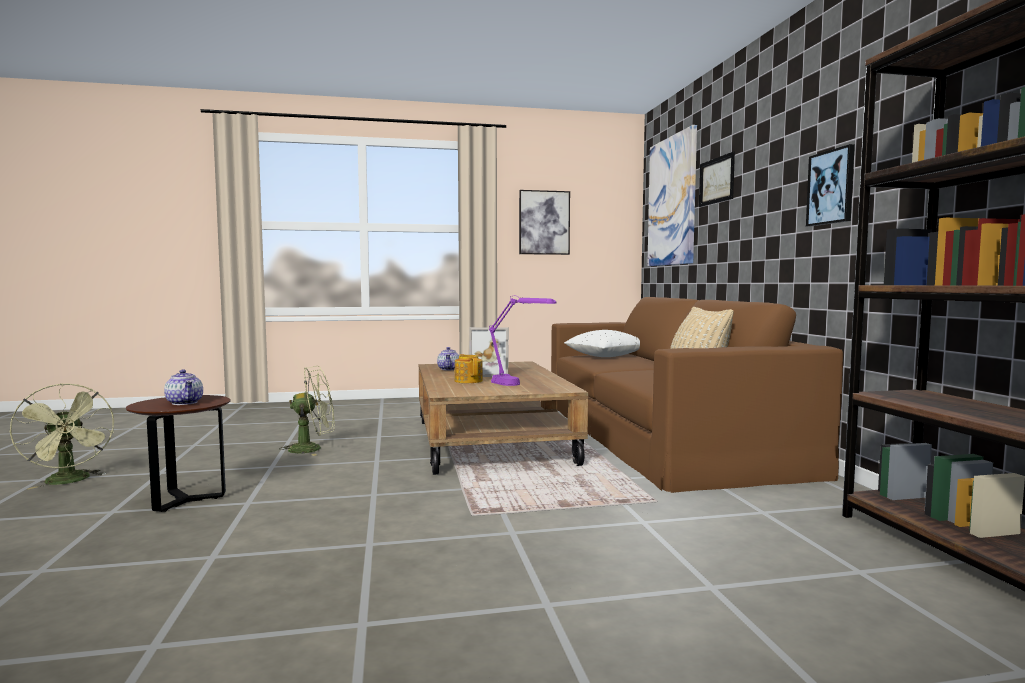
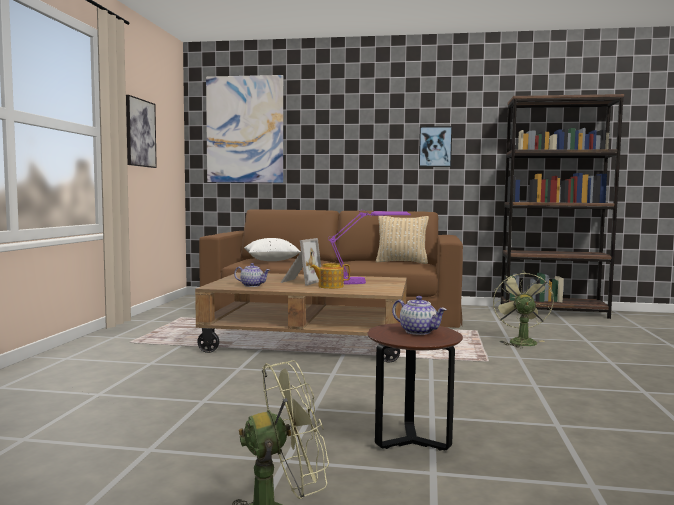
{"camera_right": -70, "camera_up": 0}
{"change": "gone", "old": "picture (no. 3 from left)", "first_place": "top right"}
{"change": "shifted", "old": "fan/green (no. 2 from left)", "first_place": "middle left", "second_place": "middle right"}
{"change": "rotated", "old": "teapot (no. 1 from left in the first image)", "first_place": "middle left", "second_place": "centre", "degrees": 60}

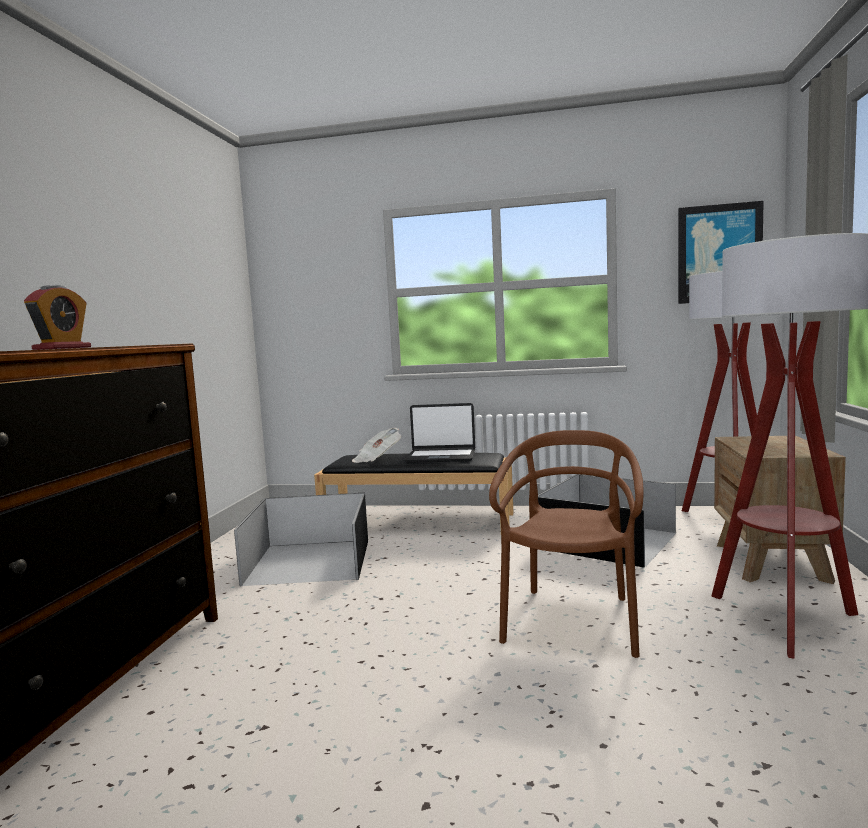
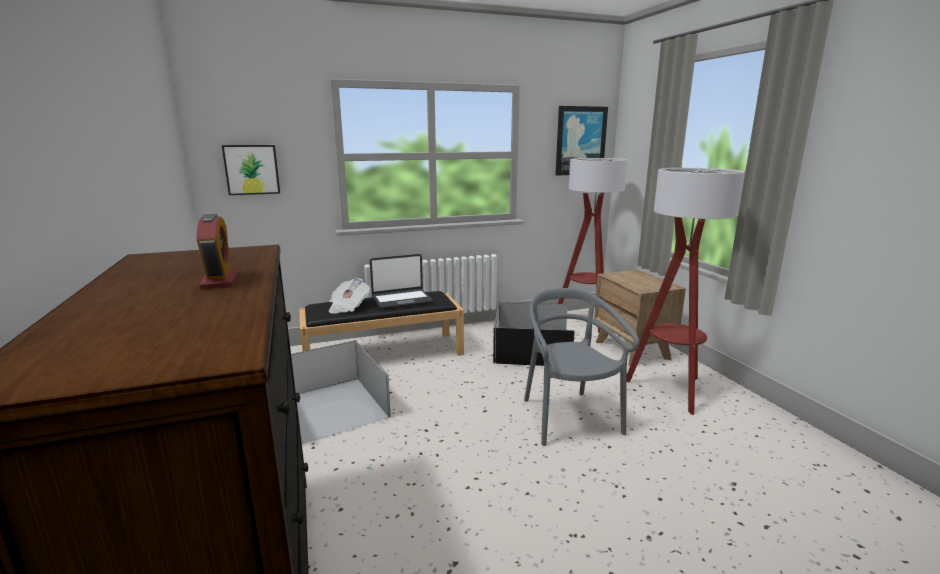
{"camera_right": -30, "camera_up": 10}
{"change": "repainted", "old": "chair/brown", "new": "chair/grey", "first_place": "centre", "second_place": "centre"}
{"change": "new", "new": "picture (no. 1 from left)", "second_place": "top left"}

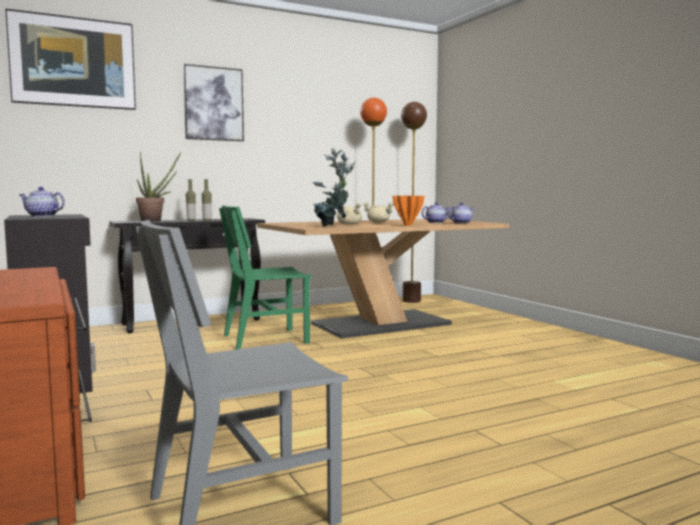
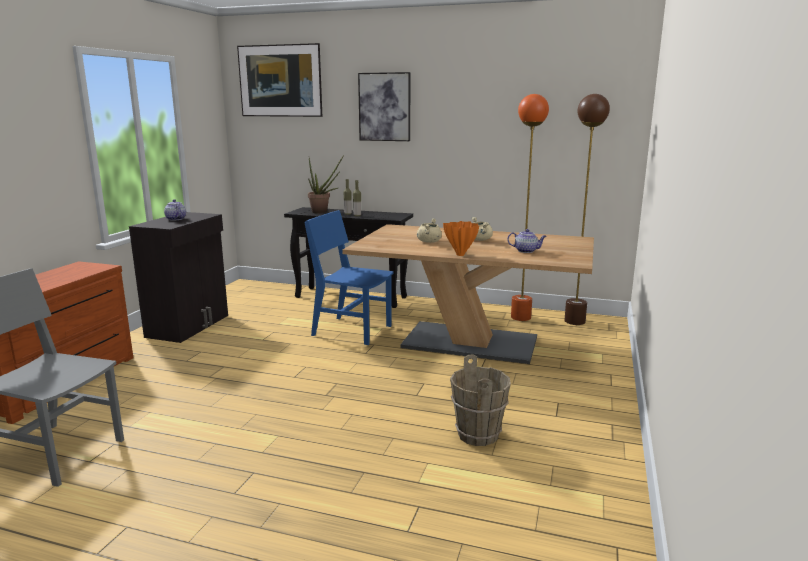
{"camera_right": 45, "camera_up": 10}
{"change": "gone", "old": "potted plant (no. 2 from left)", "first_place": "centre"}
{"change": "gone", "old": "teapot (no. 3 from left)", "first_place": "centre"}
{"change": "repainted", "old": "chair/green", "new": "chair/blue", "first_place": "centre", "second_place": "centre"}
{"change": "new", "new": "bucket/brown", "second_place": "bottom centre"}

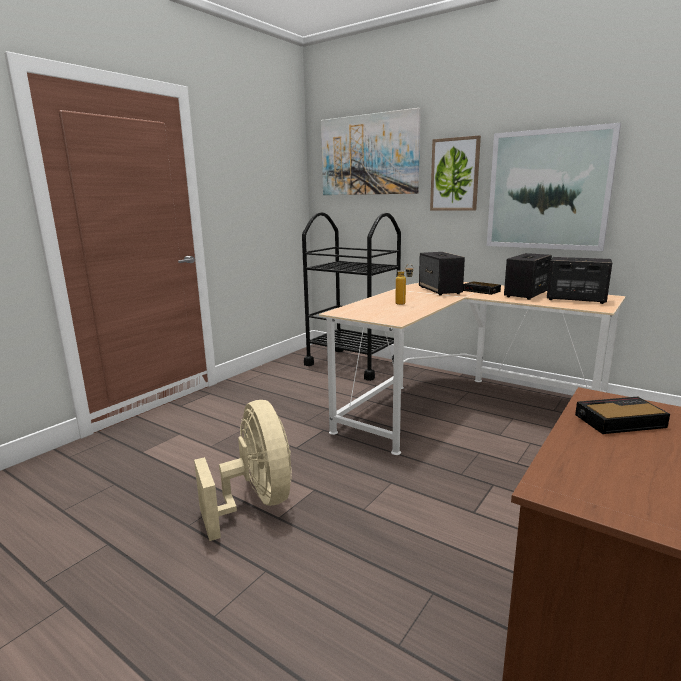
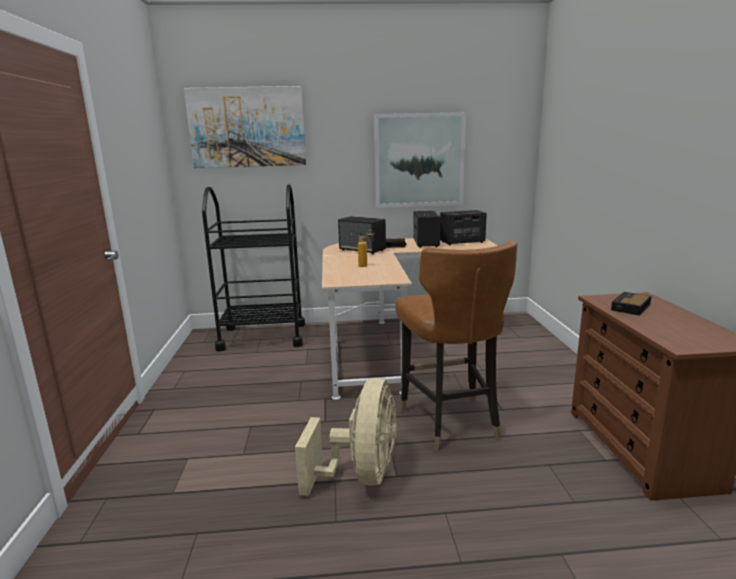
{"camera_right": -40, "camera_up": 0}
{"change": "gone", "old": "picture (no. 2 from left)", "first_place": "top right"}
{"change": "rotated", "old": "fan/beige", "first_place": "bottom centre", "second_place": "bottom centre", "degrees": 75}
{"change": "new", "new": "chair/brown", "second_place": "centre"}

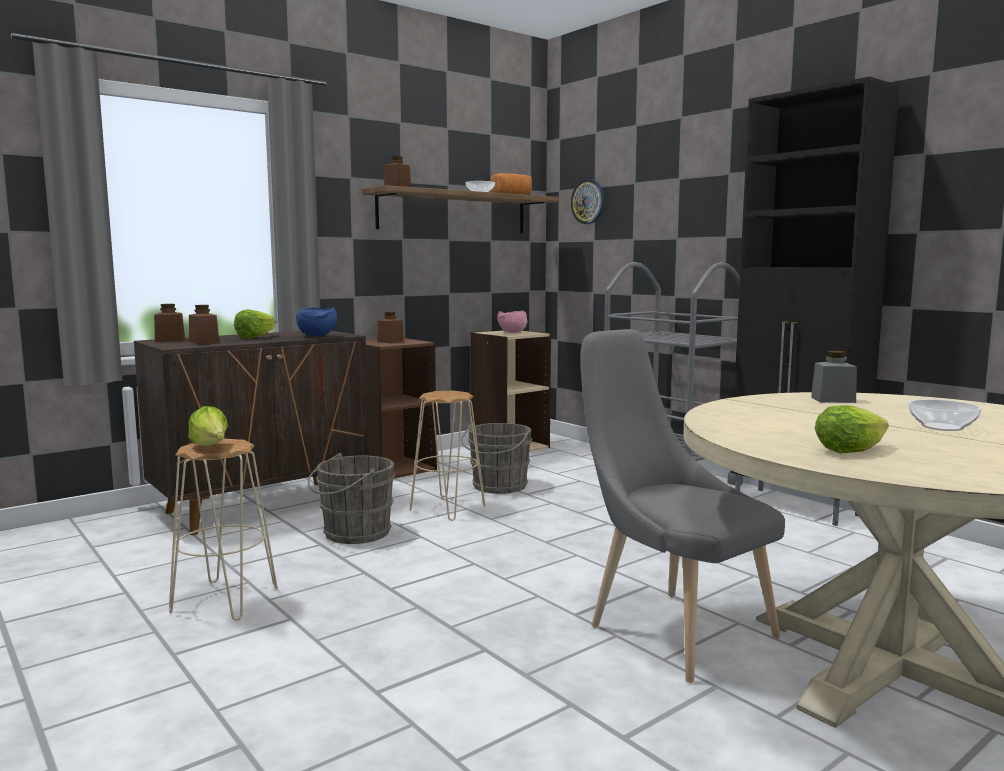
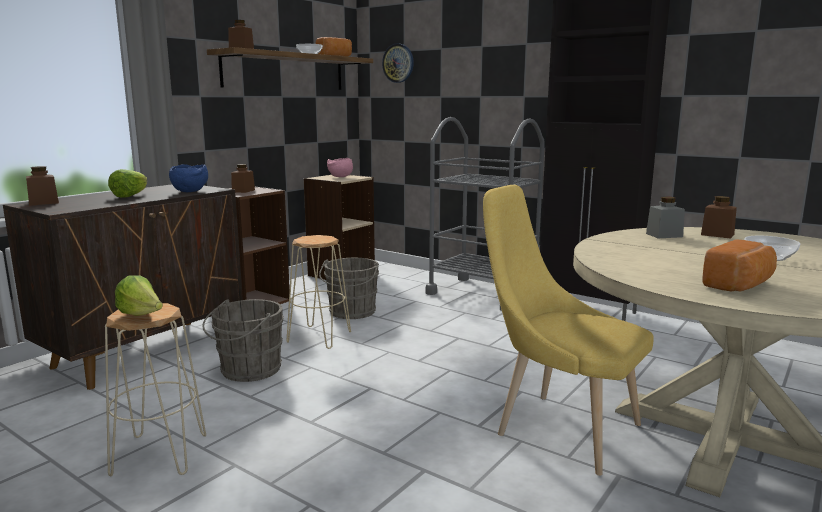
{"camera_right": -15, "camera_up": 5}
{"change": "shifted", "old": "jar/brown (no. 2 from left in the first image)", "new": "jar/brown (no. 4 from left)", "first_place": "middle left", "second_place": "middle right"}
{"change": "repainted", "old": "chair/grey", "new": "chair/yellow", "first_place": "middle right", "second_place": "middle right"}
{"change": "swapped", "old": "lettuce (no. 3 from left)", "new": "bread (no. 2 from left)", "first_place": "middle right", "second_place": "middle right"}

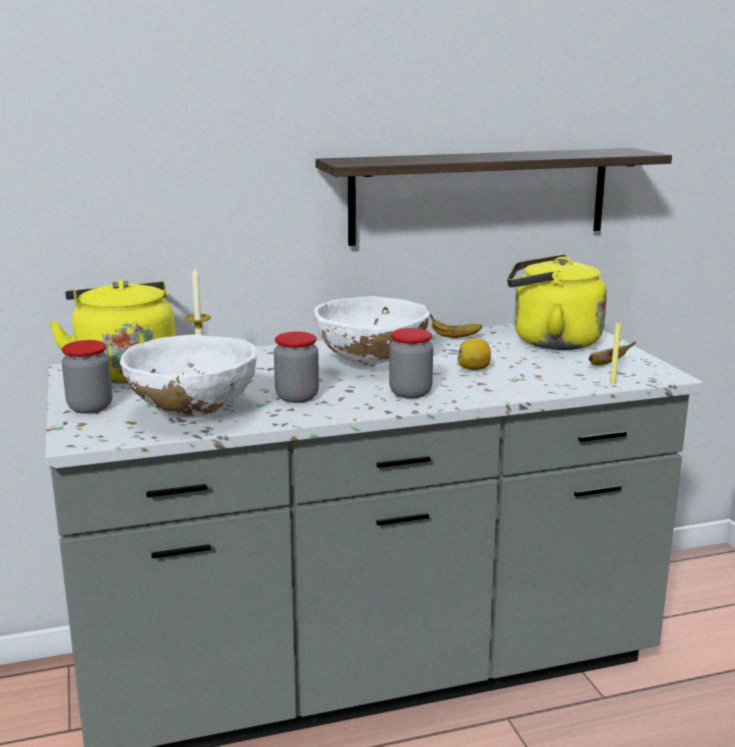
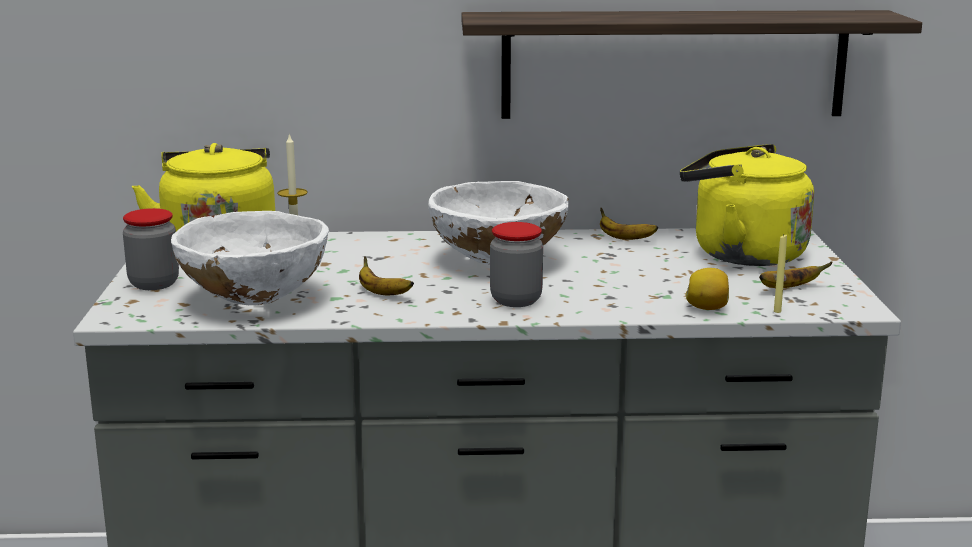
{"camera_right": 15, "camera_up": 0}
{"change": "swapped", "old": "jar (no. 2 from left)", "new": "banana (no. 1 from left)", "first_place": "centre", "second_place": "centre"}
{"change": "shifted", "old": "lemon", "first_place": "centre", "second_place": "middle right"}

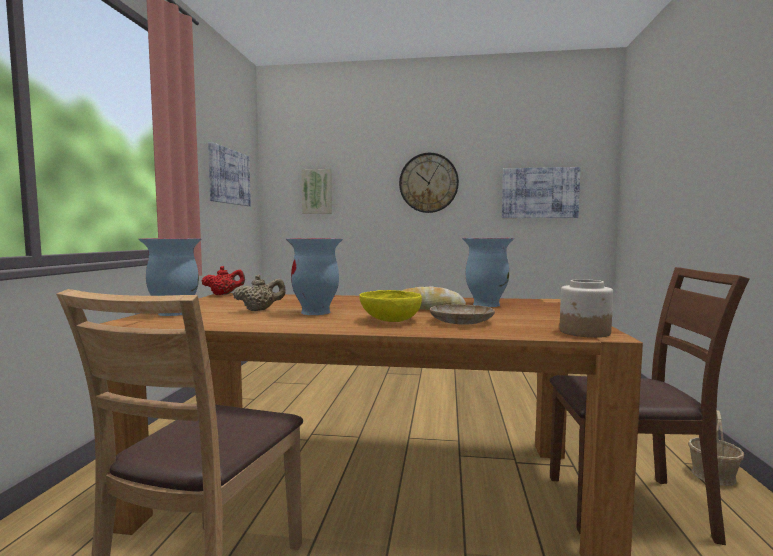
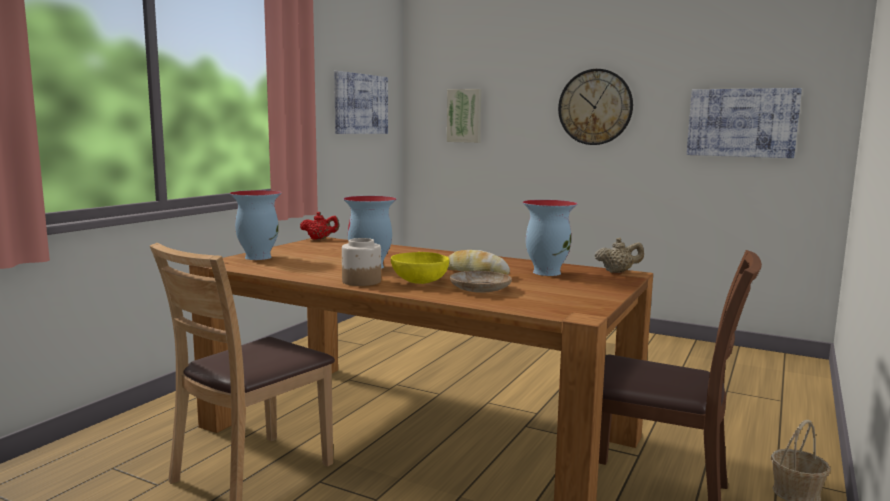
{"camera_right": 20, "camera_up": 5}
{"change": "shifted", "old": "teapot/beige", "first_place": "centre", "second_place": "middle right"}
{"change": "shifted", "old": "jar", "first_place": "middle right", "second_place": "centre"}

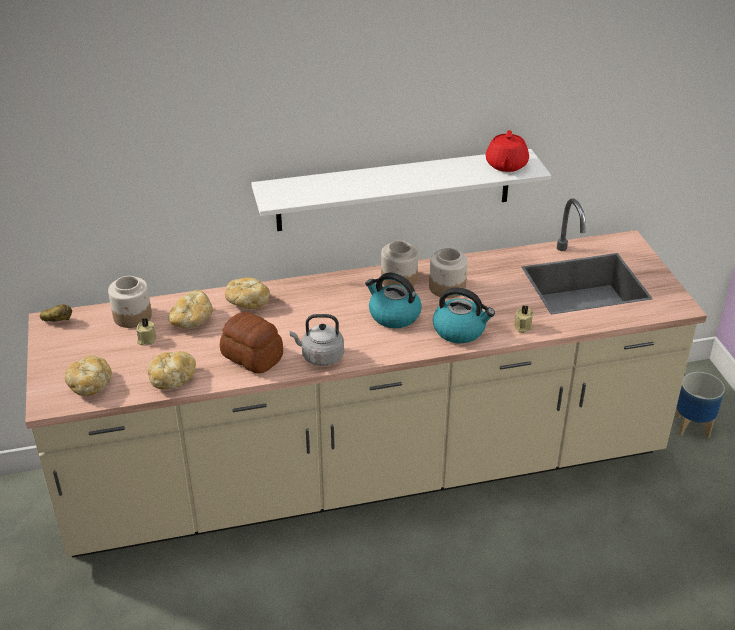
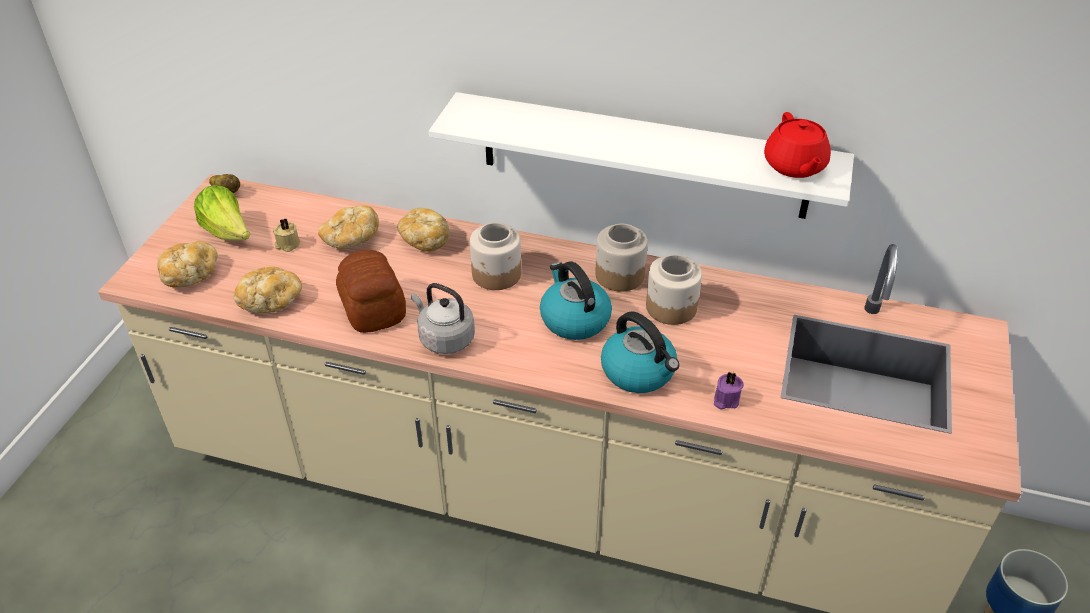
{"camera_right": 30, "camera_up": 5}
{"change": "rotated", "old": "teapot/red", "first_place": "top right", "second_place": "top right", "degrees": -45}
{"change": "shifted", "old": "jar (no. 1 from left)", "first_place": "middle left", "second_place": "centre"}
{"change": "repainted", "old": "candle/beige (no. 2 from left)", "new": "candle/purple", "first_place": "middle right", "second_place": "middle right"}
{"change": "new", "new": "lettuce", "second_place": "middle left"}

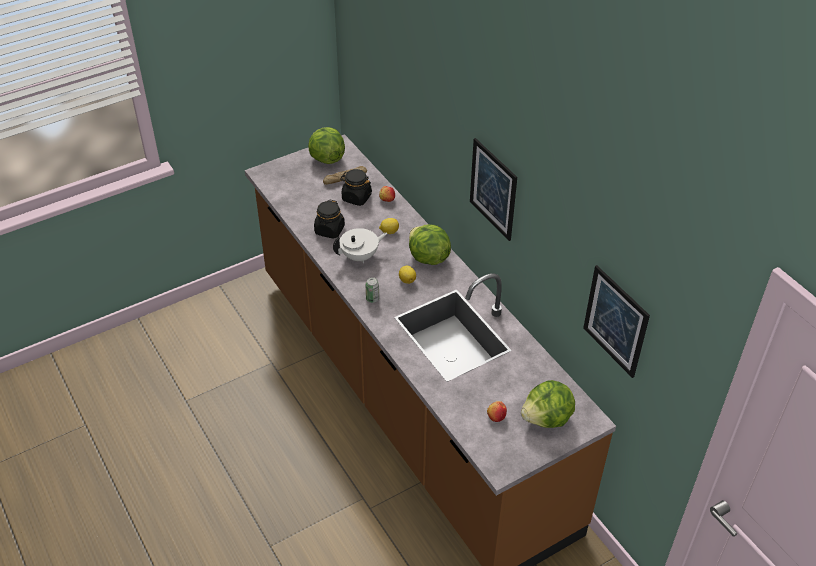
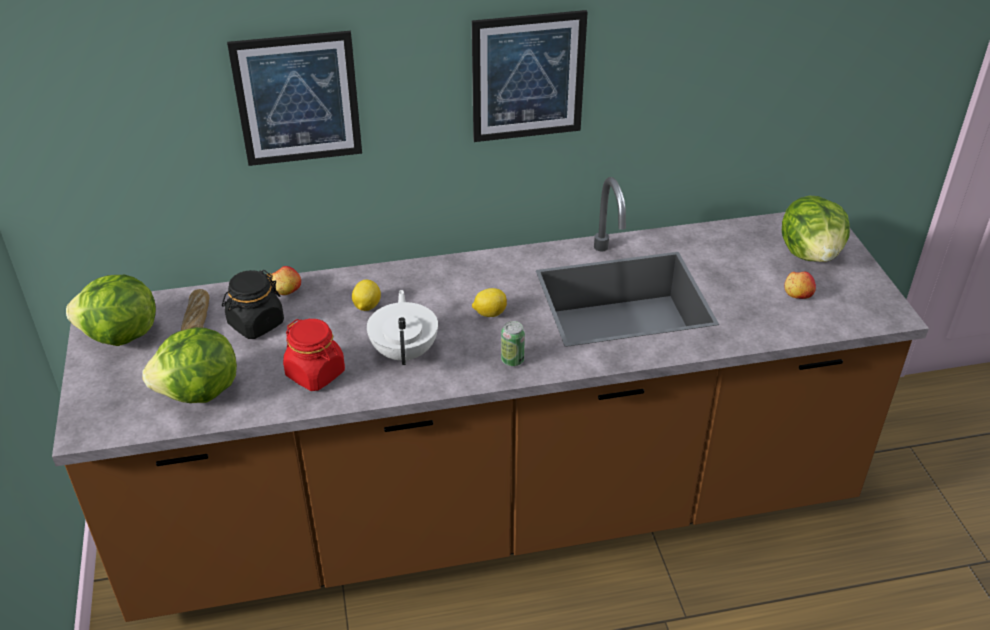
{"camera_right": -70, "camera_up": -5}
{"change": "repainted", "old": "jar/black (no. 1 from left)", "new": "jar/red", "first_place": "centre", "second_place": "middle left"}
{"change": "shifted", "old": "lettuce (no. 2 from left)", "first_place": "centre", "second_place": "middle left"}
{"change": "shifted", "old": "picture (no. 2 from left in the first image)", "new": "picture (no. 1 from left)", "first_place": "middle right", "second_place": "top left"}

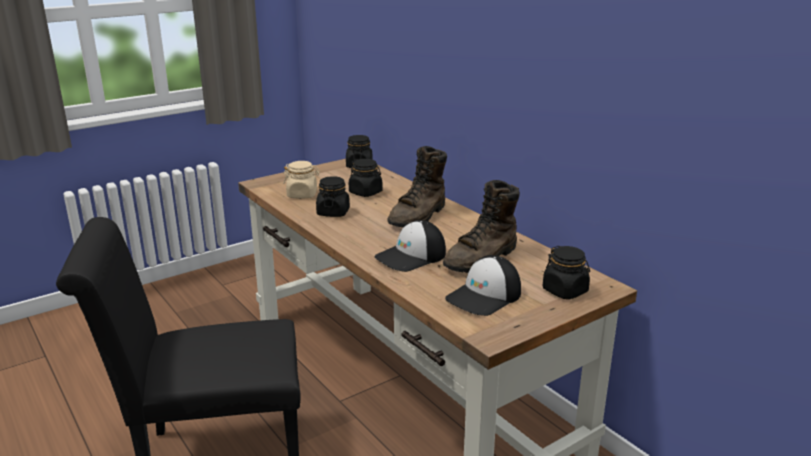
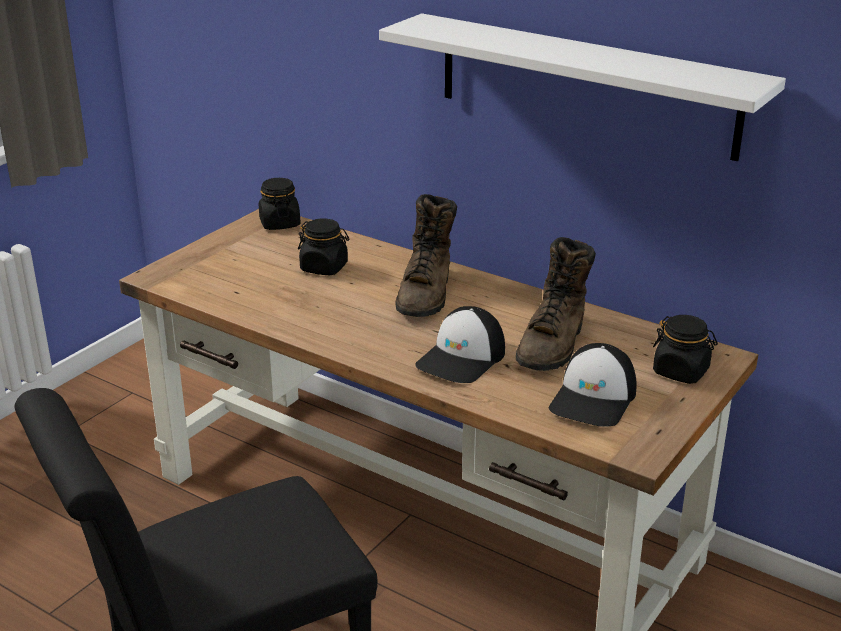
{"camera_right": -20, "camera_up": 5}
{"change": "gone", "old": "jar/beige", "first_place": "centre"}
{"change": "gone", "old": "jar/black (no. 1 from left)", "first_place": "centre"}
{"change": "new", "new": "shelf/white", "second_place": "top right"}

